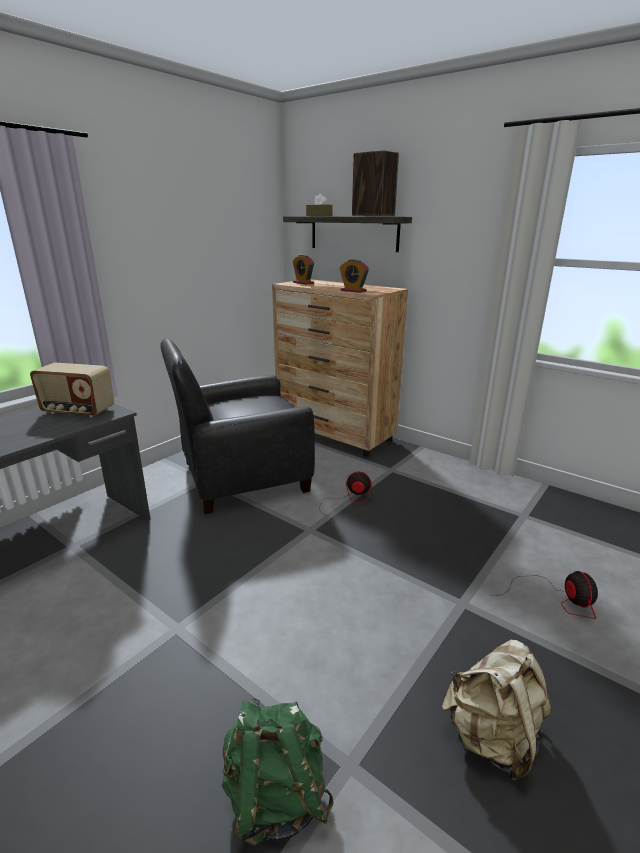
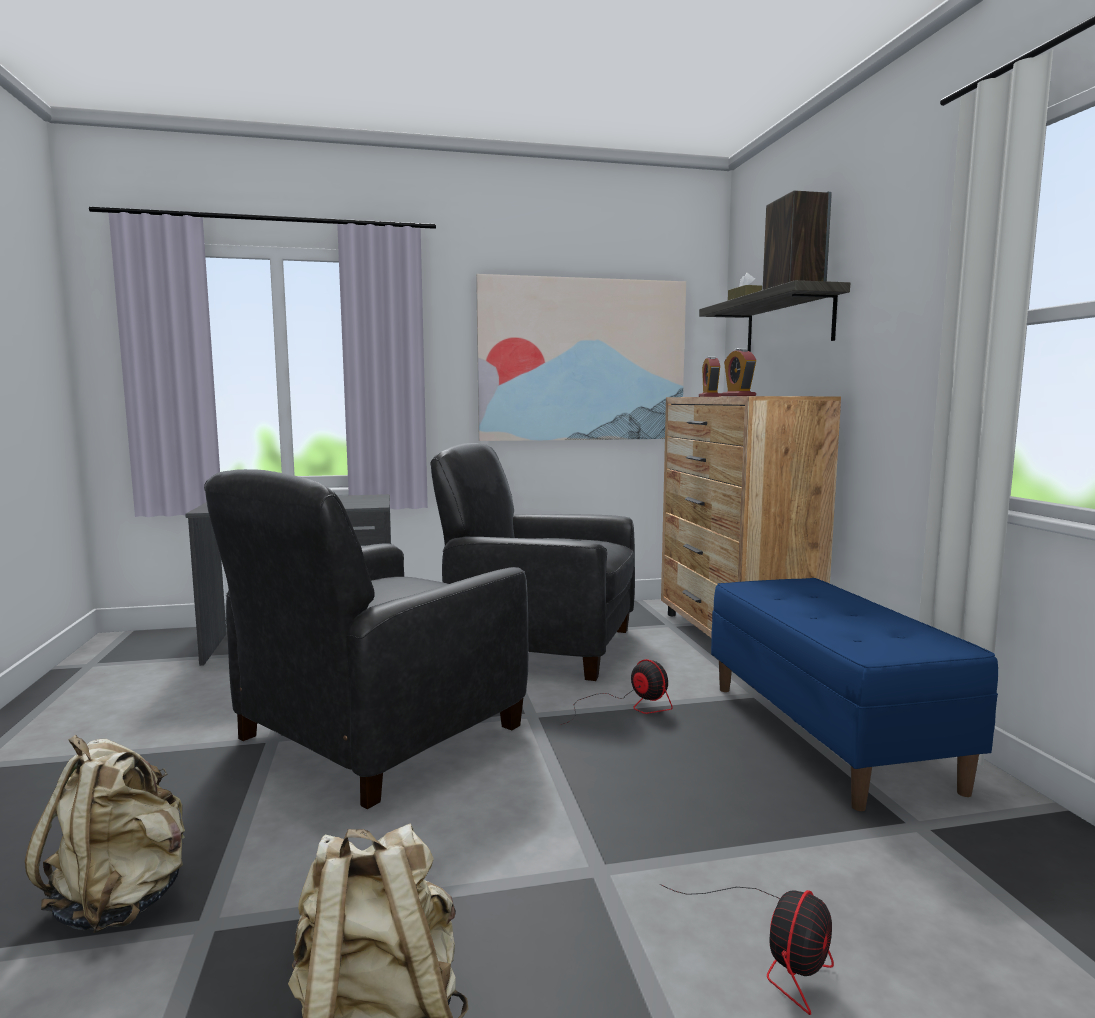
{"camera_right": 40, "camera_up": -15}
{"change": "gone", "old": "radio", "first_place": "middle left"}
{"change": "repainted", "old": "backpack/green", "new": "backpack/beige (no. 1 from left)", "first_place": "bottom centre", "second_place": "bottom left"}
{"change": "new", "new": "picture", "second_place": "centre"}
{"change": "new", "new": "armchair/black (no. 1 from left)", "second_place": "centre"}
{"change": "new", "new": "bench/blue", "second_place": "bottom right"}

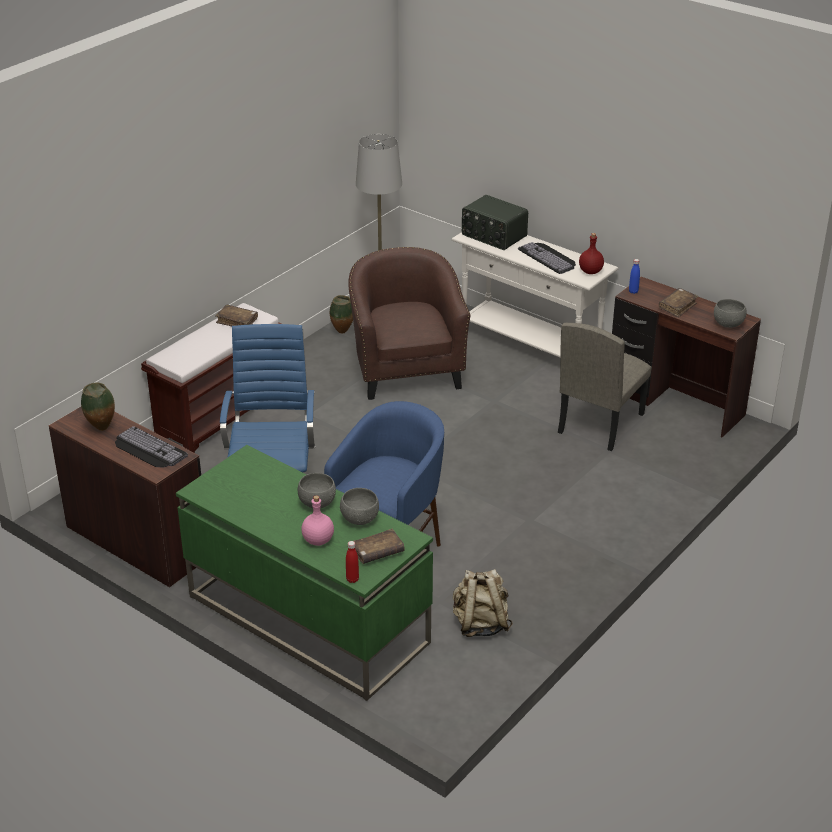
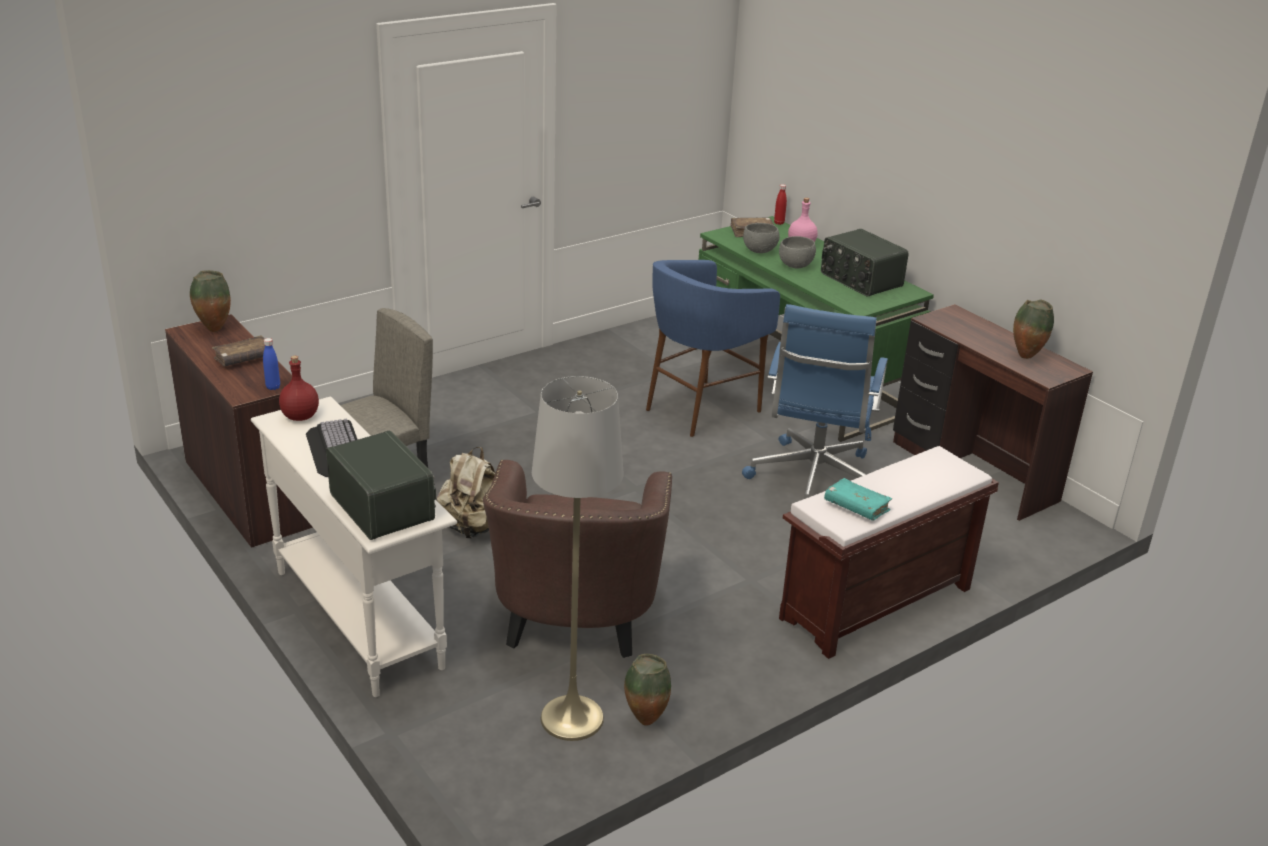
{"camera_right": -165, "camera_up": -5}
{"change": "swapped", "old": "bowl/grey (no. 3 from left)", "new": "vase (no. 1 from left)", "first_place": "middle right", "second_place": "middle left"}
{"change": "repainted", "old": "book/brown (no. 1 from left)", "new": "book/turquoise", "first_place": "middle left", "second_place": "middle right"}
{"change": "gone", "old": "keyboard (no. 1 from left)", "first_place": "middle left"}
{"change": "shifted", "old": "backpack/beige", "first_place": "bottom centre", "second_place": "centre"}
{"change": "new", "new": "radio (no. 2 from left)", "second_place": "top right"}

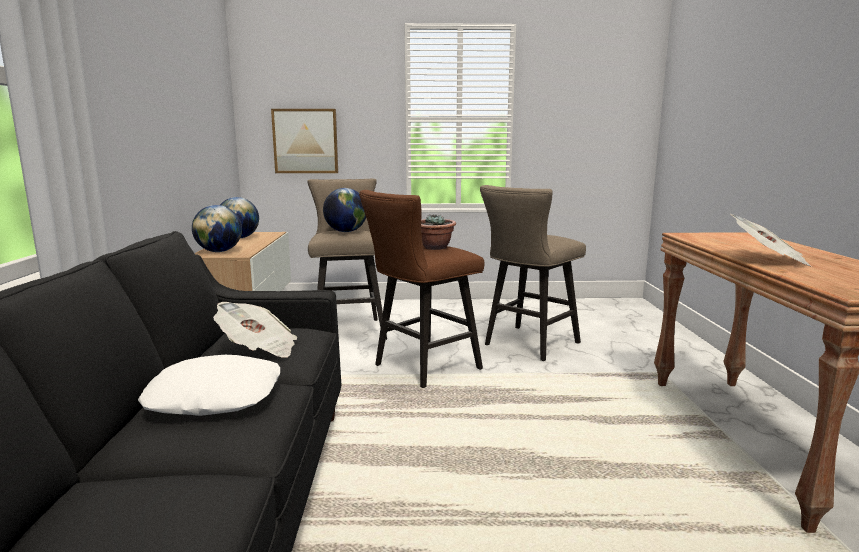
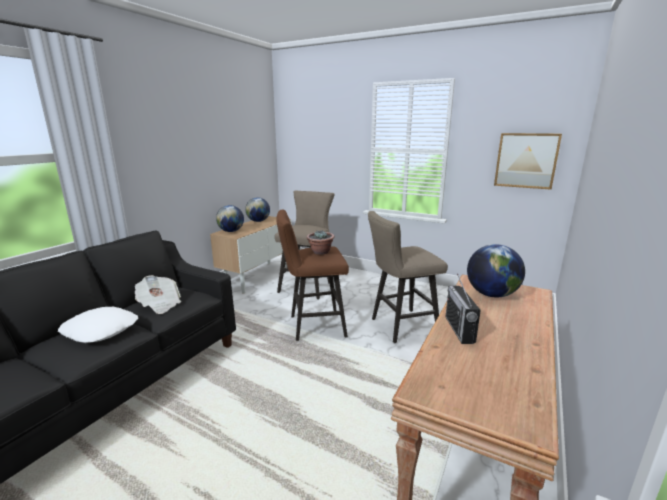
{"camera_right": 30, "camera_up": 5}
{"change": "shifted", "old": "picture", "first_place": "top centre", "second_place": "top right"}
{"change": "shifted", "old": "globe (no. 3 from left)", "first_place": "centre", "second_place": "middle right"}
{"change": "swapped", "old": "newspaper (no. 2 from left)", "new": "radio", "first_place": "middle right", "second_place": "middle right"}

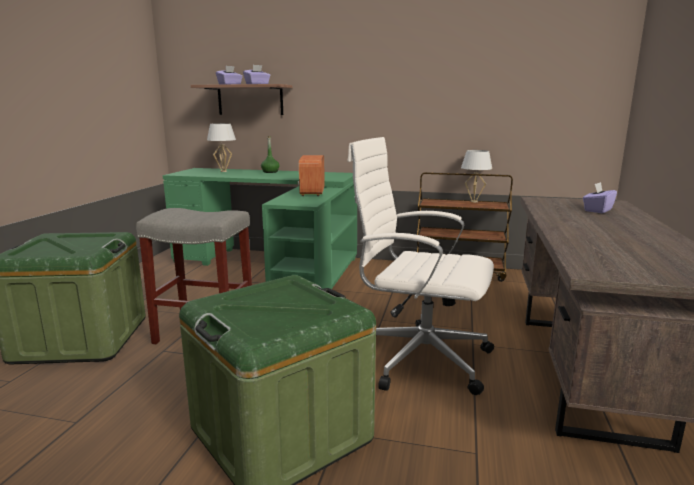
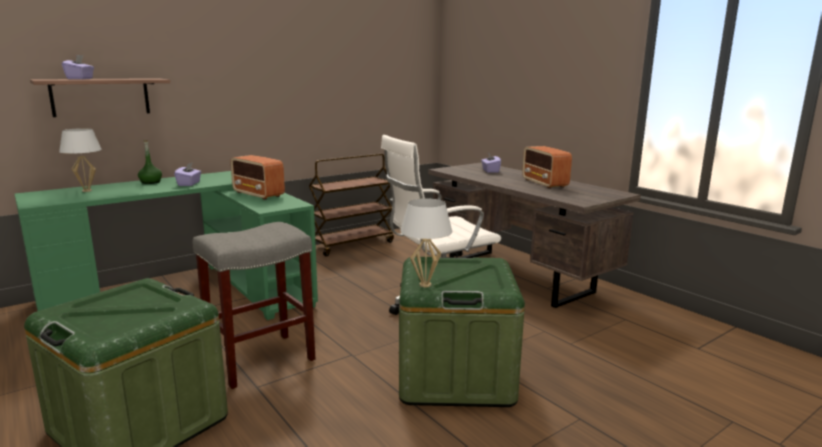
{"camera_right": -50, "camera_up": 0}
{"change": "shifted", "old": "tissue box/purple (no. 2 from left)", "first_place": "top centre", "second_place": "middle left"}
{"change": "shifted", "old": "table lamp/white (no. 2 from left)", "first_place": "middle right", "second_place": "centre"}
{"change": "new", "new": "radio (no. 2 from left)", "second_place": "centre"}

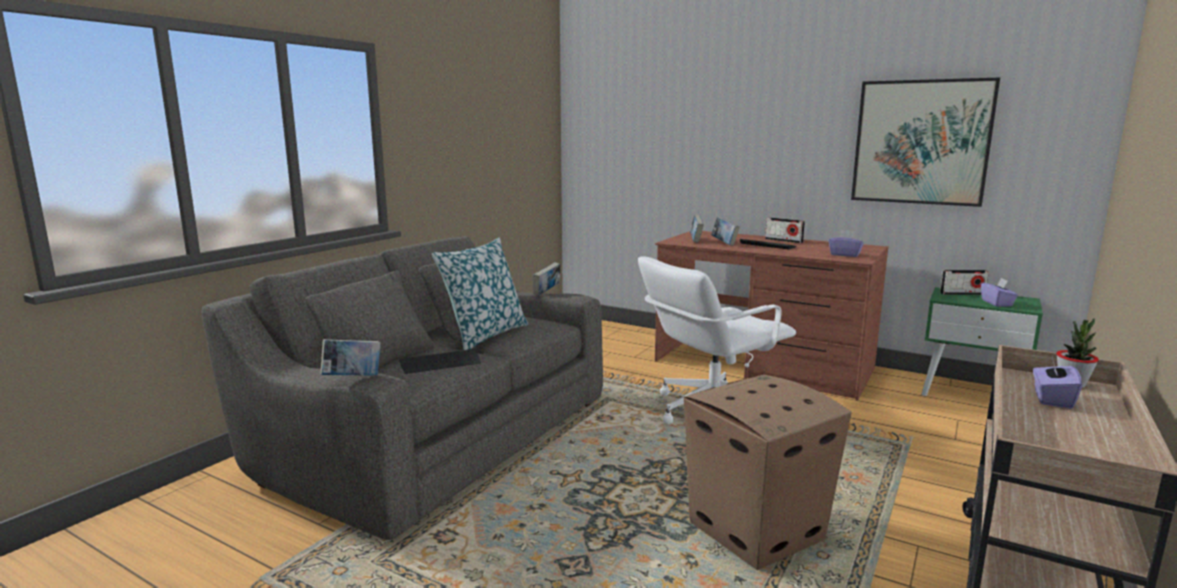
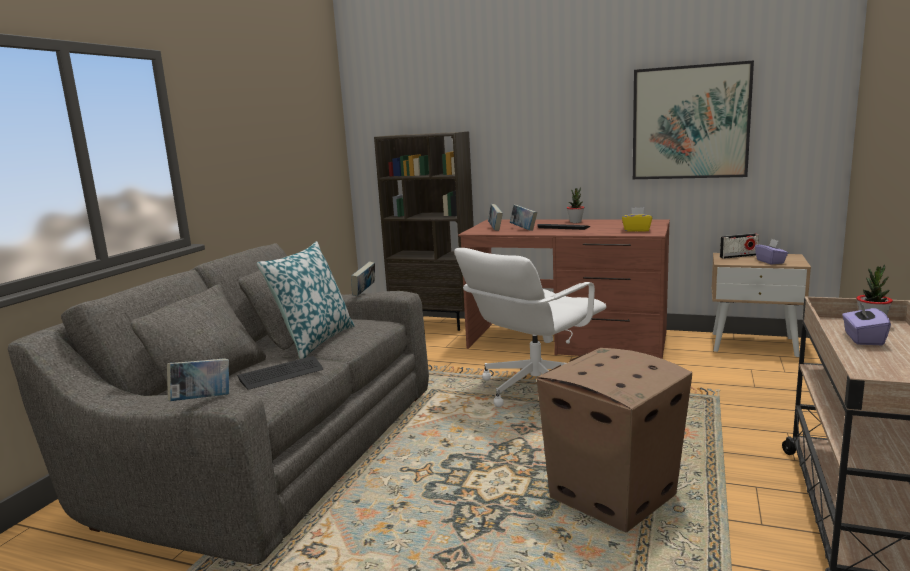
{"camera_right": -10, "camera_up": 0}
{"change": "swapped", "old": "radio (no. 1 from left)", "new": "potted plant (no. 1 from left)", "first_place": "middle right", "second_place": "centre"}
{"change": "repainted", "old": "tissue box/purple (no. 1 from left)", "new": "tissue box/yellow", "first_place": "middle right", "second_place": "middle right"}
{"change": "repainted", "old": "nightstand/green", "new": "nightstand/beige", "first_place": "middle right", "second_place": "middle right"}
{"change": "new", "new": "bookcase/brown", "second_place": "centre"}

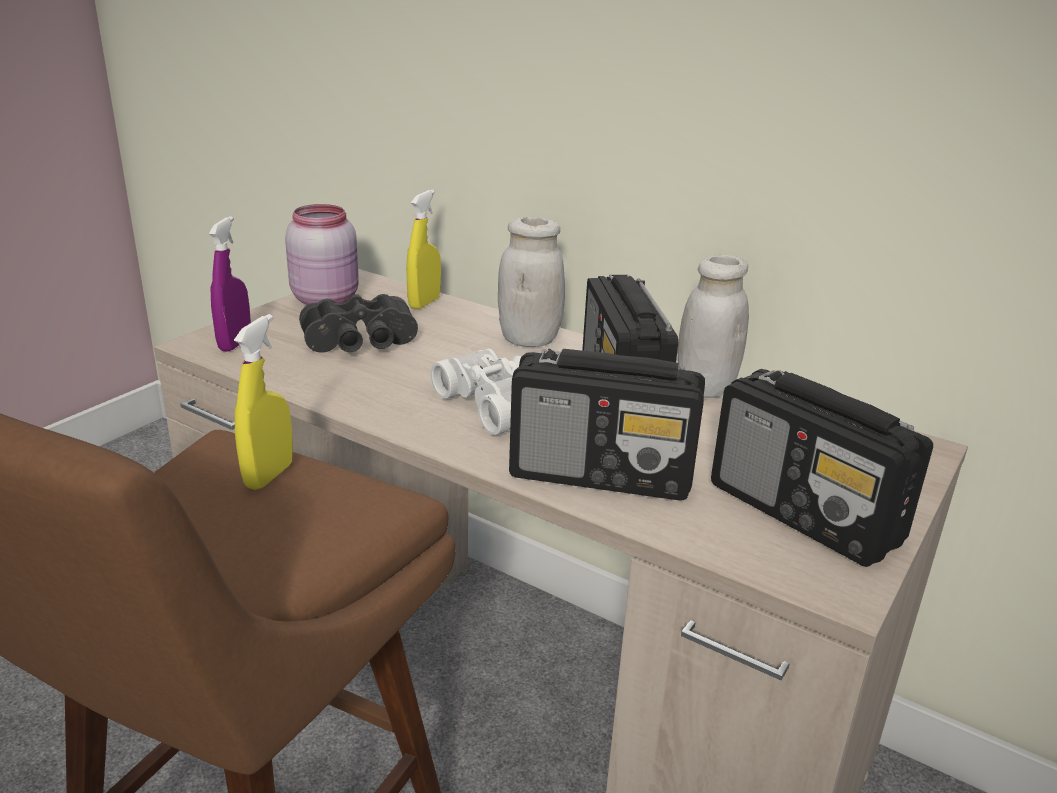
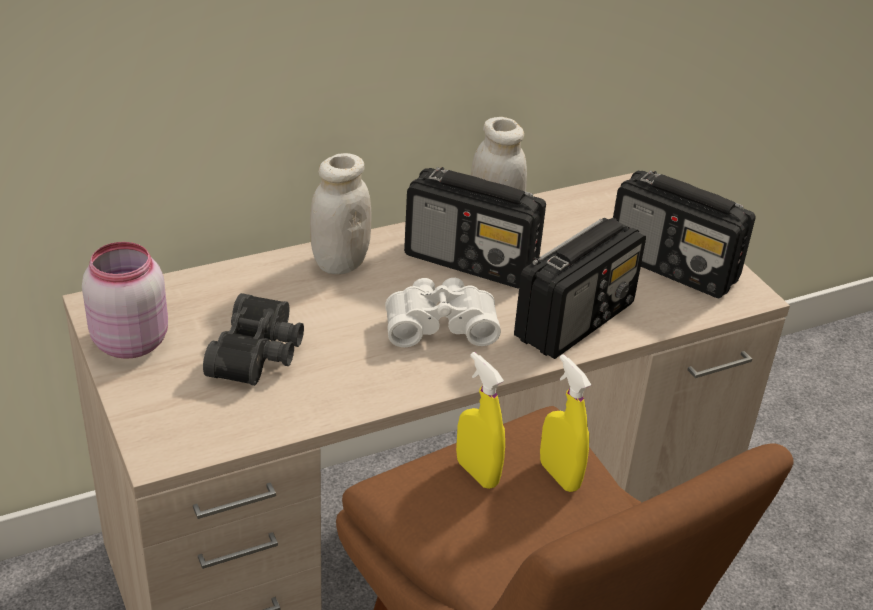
{"camera_right": -60, "camera_up": 10}
{"change": "shifted", "old": "spray bottle/yellow (no. 2 from left)", "first_place": "top centre", "second_place": "bottom centre"}
{"change": "gone", "old": "spray bottle/purple", "first_place": "middle left"}
{"change": "rotated", "old": "radio (no. 3 from left)", "first_place": "middle right", "second_place": "middle right", "degrees": 45}

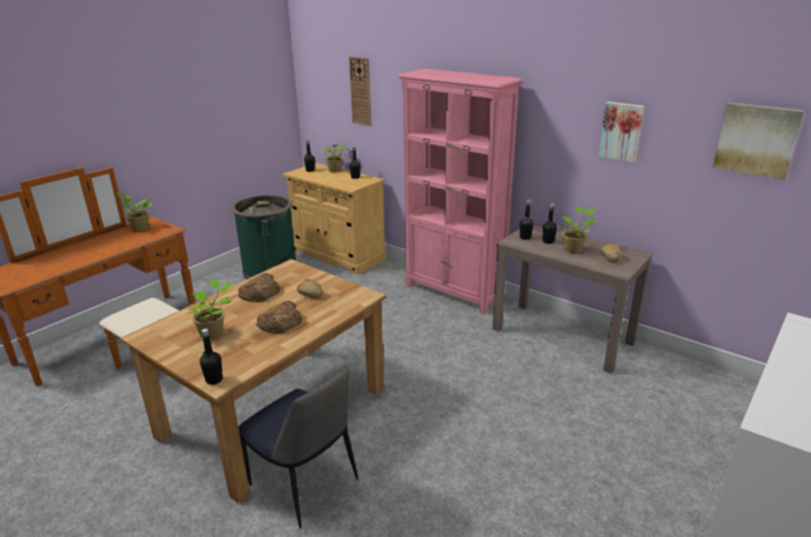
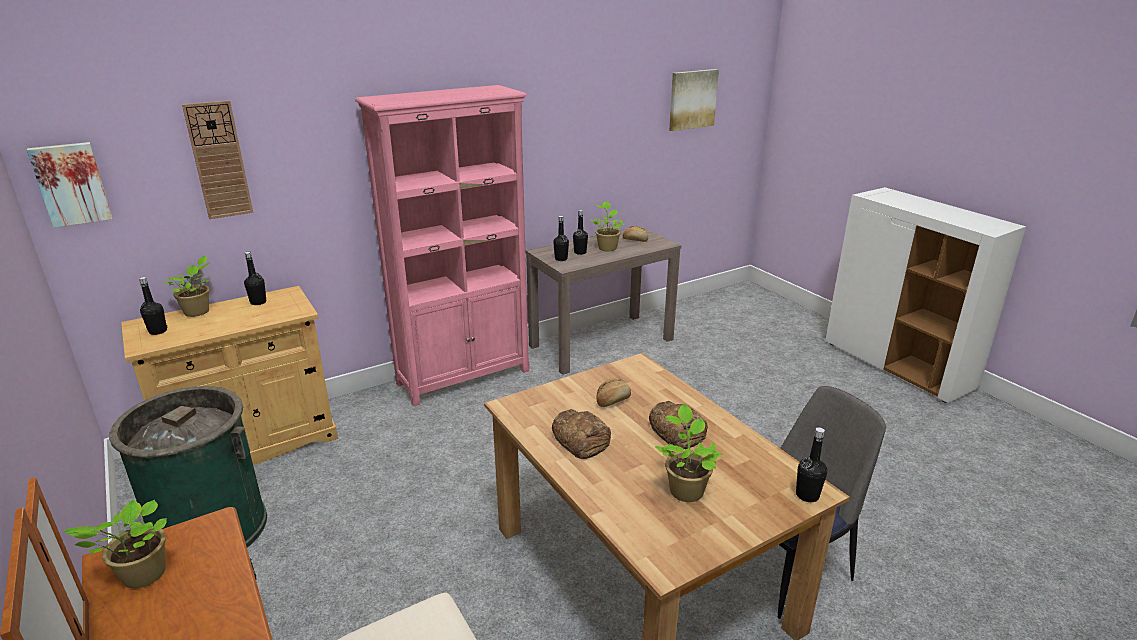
{"camera_right": -70, "camera_up": 0}
{"change": "shifted", "old": "picture (no. 1 from left)", "first_place": "top right", "second_place": "top left"}

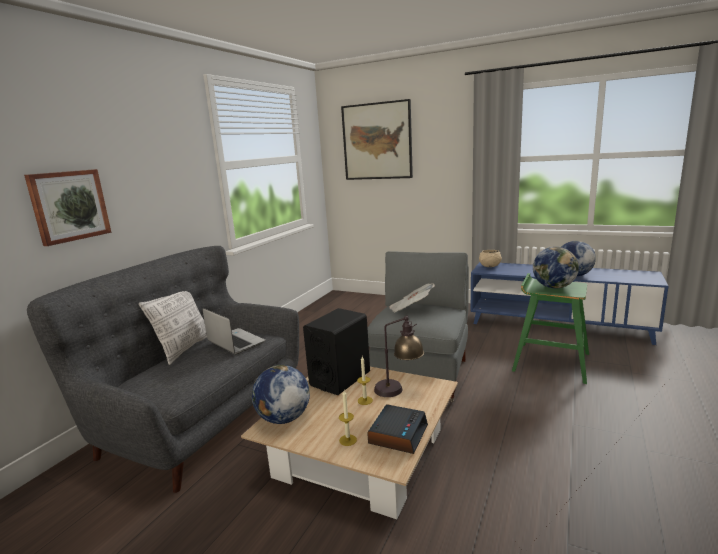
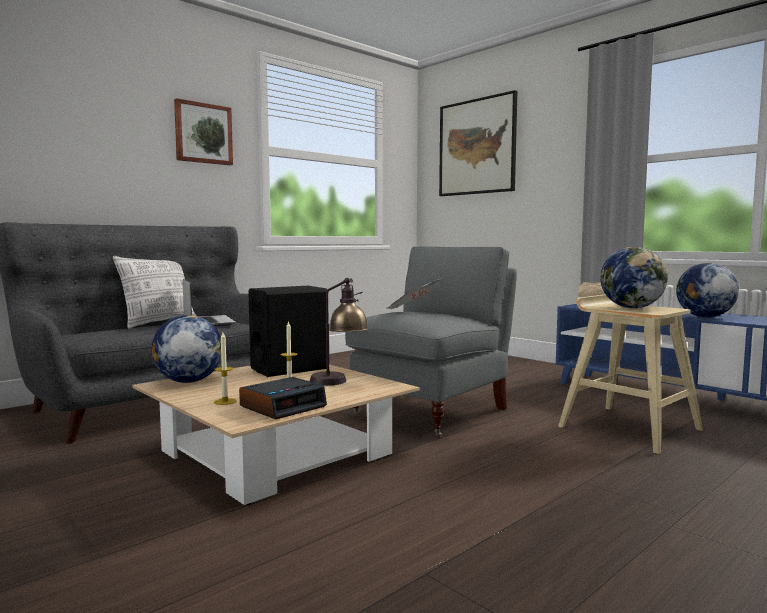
{"camera_right": 20, "camera_up": -10}
{"change": "shifted", "old": "picture (no. 1 from left)", "first_place": "middle left", "second_place": "top left"}
{"change": "repainted", "old": "stool/green", "new": "stool/beige", "first_place": "middle right", "second_place": "middle right"}

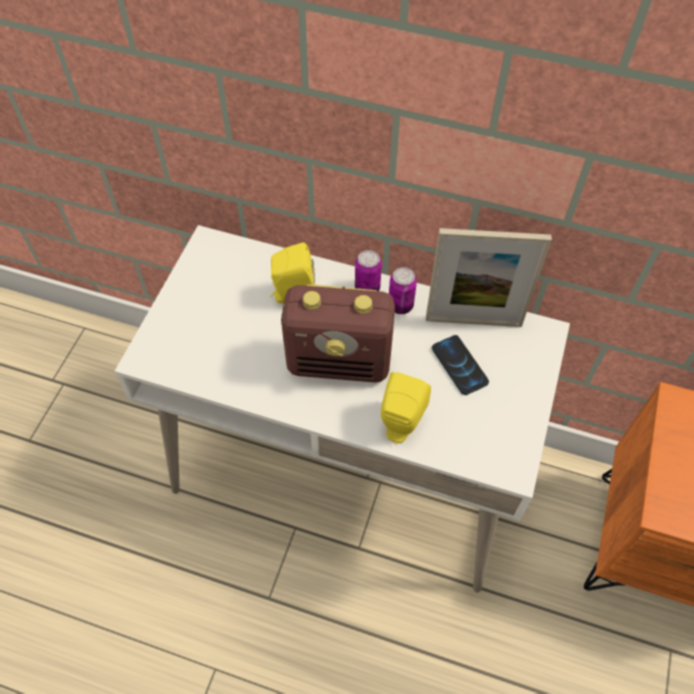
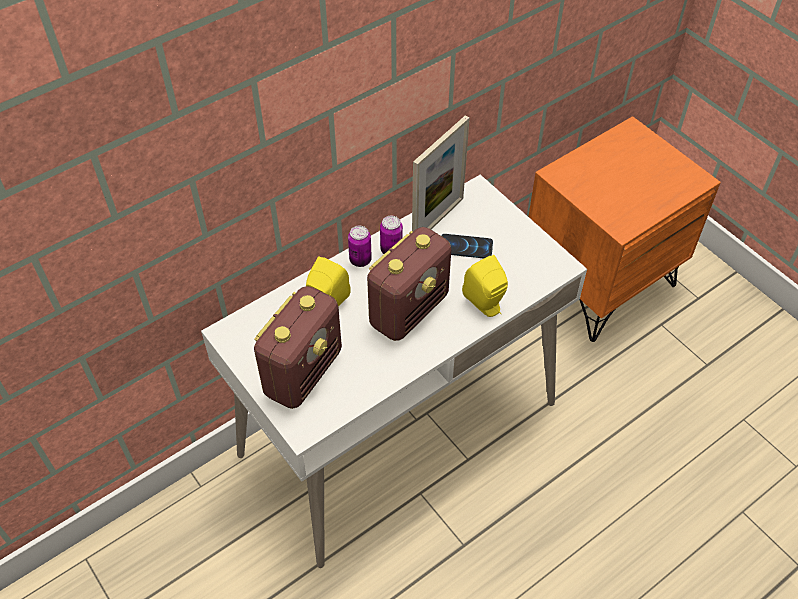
{"camera_right": -55, "camera_up": -5}
{"change": "new", "new": "radio (no. 1 from left)", "second_place": "centre"}

